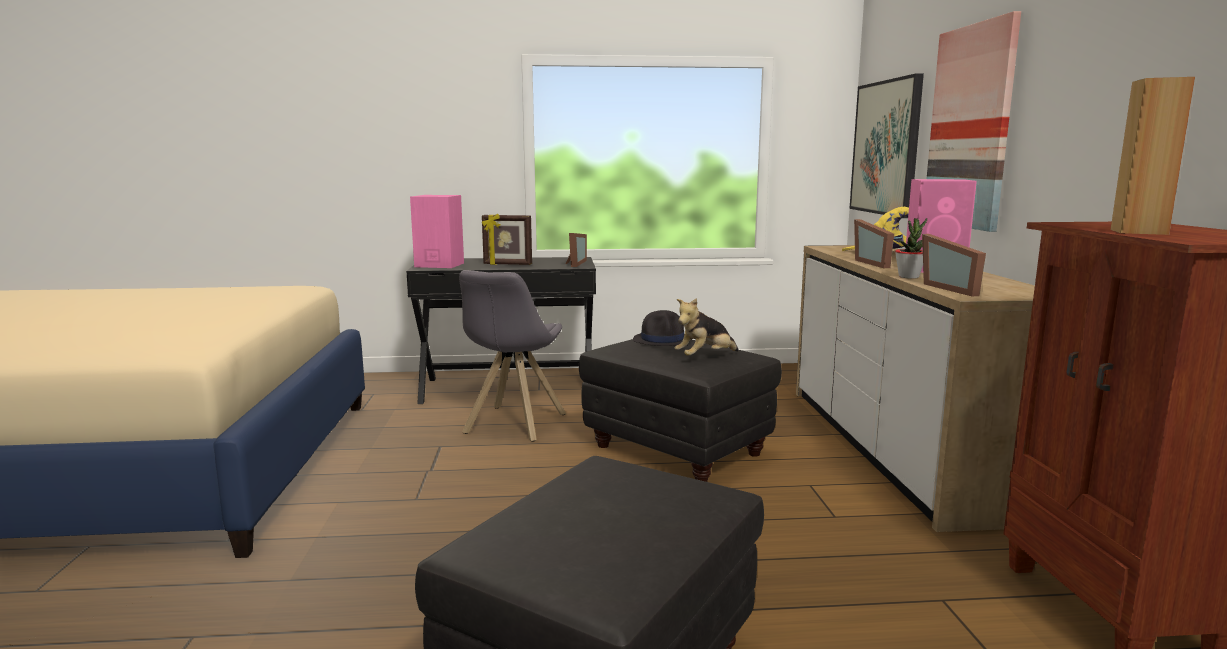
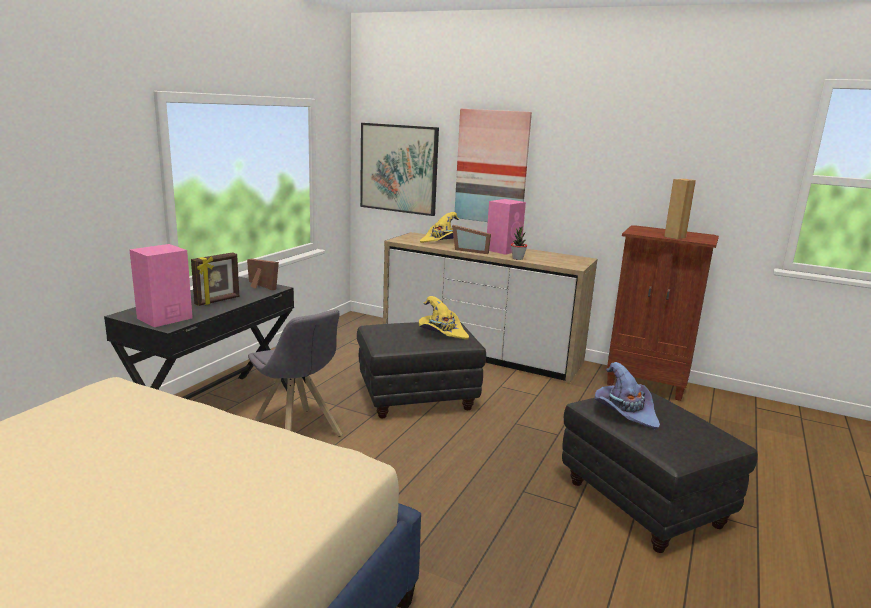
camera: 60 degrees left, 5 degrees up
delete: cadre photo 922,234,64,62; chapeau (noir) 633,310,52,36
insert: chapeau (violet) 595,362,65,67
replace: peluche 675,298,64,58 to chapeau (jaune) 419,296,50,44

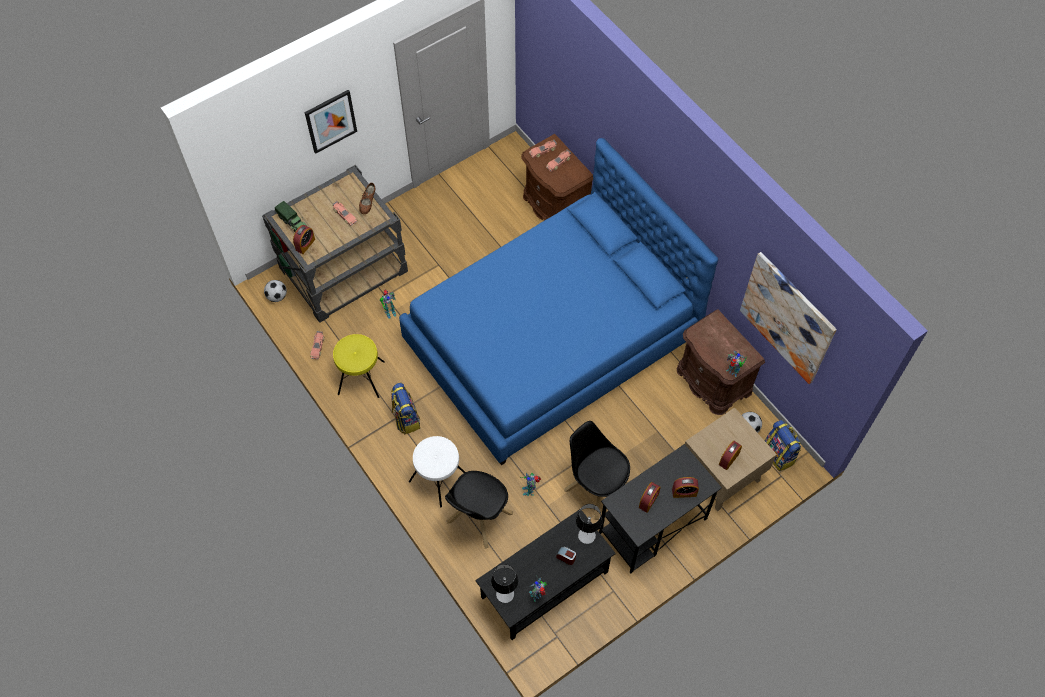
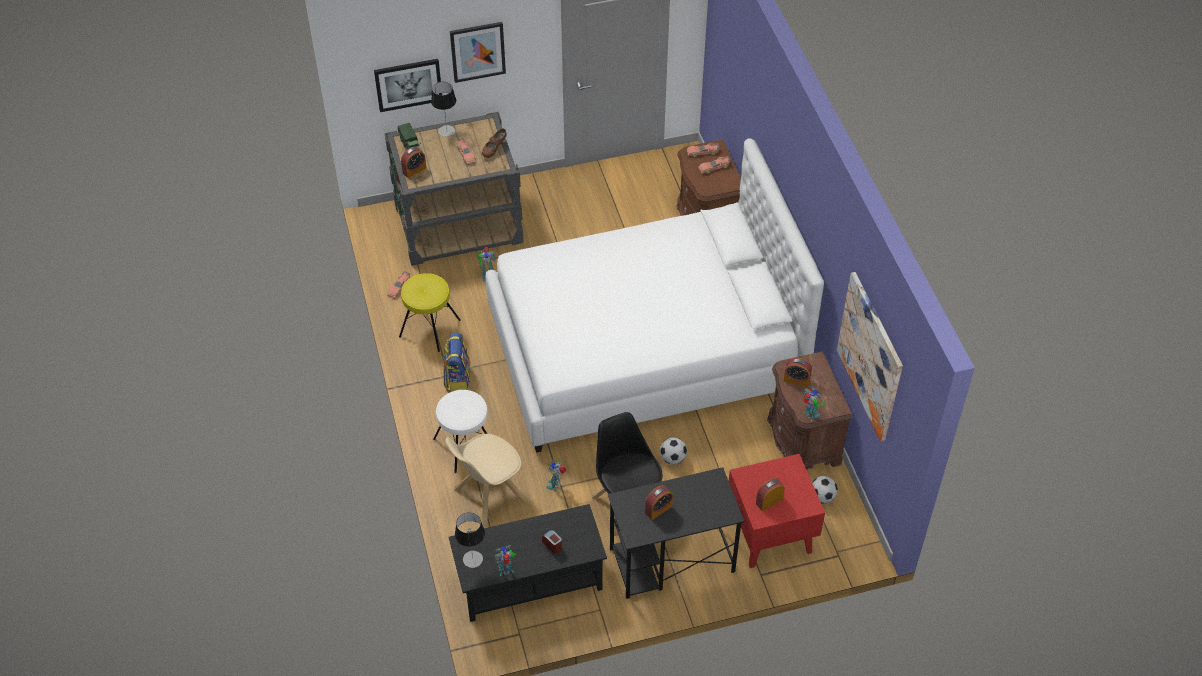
camera: 20 degrees right, 10 degrees down
delete: sac à dos 765,420,37,51
insert: tableau 374,59,68,53
move: ballon de foot 264,280,23,22 to 660,437,27,28; réveil 672,477,27,21 to 784,357,28,30; lampe de table 576,504,26,40 to 431,82,25,55
recolor: lit (bleu) 399,138,319,328 to lit (blanc) 486,138,338,315; table de chevet (beige) 685,408,92,103 to table de chevet (rouge) 729,454,96,114; chaise (noir) 445,471,68,78 to chaise (beige) 446,434,82,92

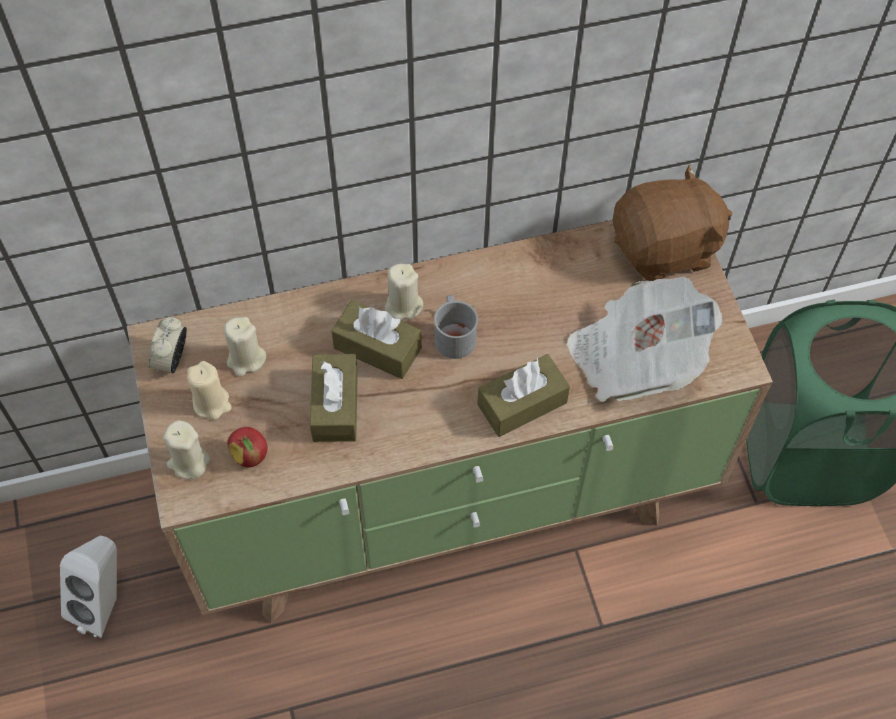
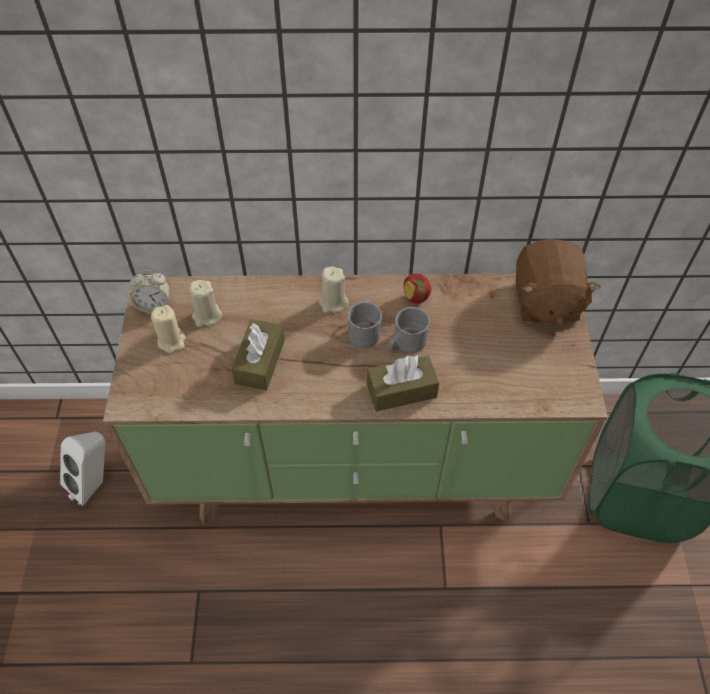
camera: 15 degrees right, 5 degrees down
delete: journal 567,277,156,125; boîte à mouchoirs (marron) 332,300,90,79; bougie (beige) 163,420,47,59
insert: mug (gris) 389,307,41,46
move: pomme 227,427,41,40 to 404,273,27,31
rotate: peluche (marron) 613,165,119,116 = 516,239,85,87 90 degrees clockwise; réveil 148,317,39,57 = 130,270,40,44 120 degrees counterclockwise

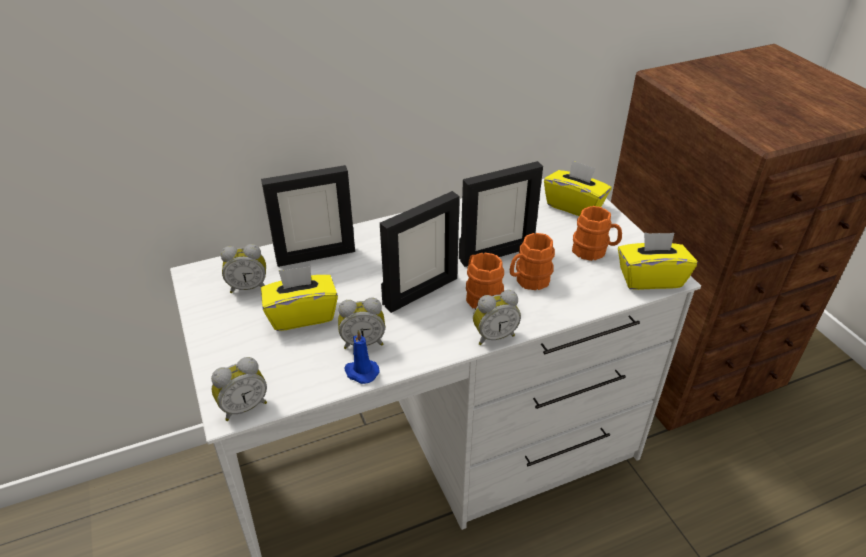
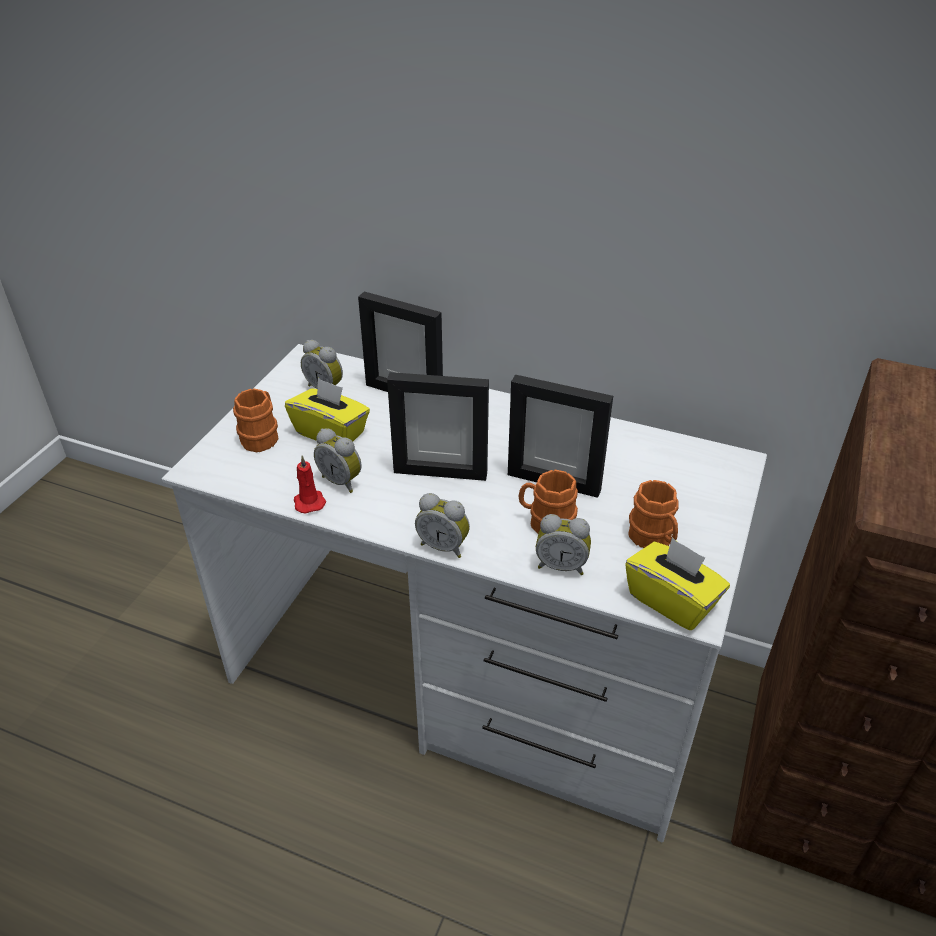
camera: 45 degrees right, 0 degrees up
delete: boîte à mouchoirs (jaune) 544,160,68,56
move: mug (orange) 466,253,38,56 to 233,388,45,64; réveil 211,357,56,64 to 536,514,55,61
recolor: bougie (bleu) 344,330,36,54 to bougie (rouge) 294,455,32,59

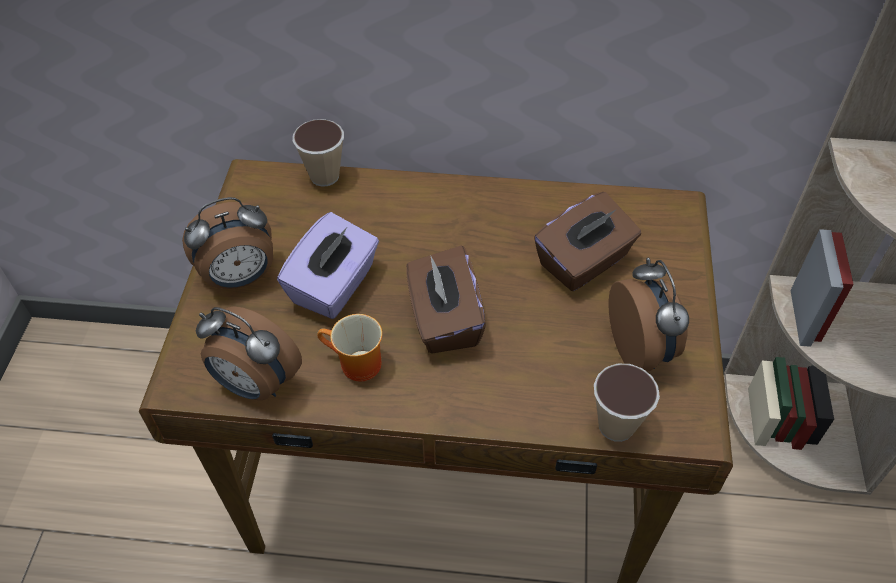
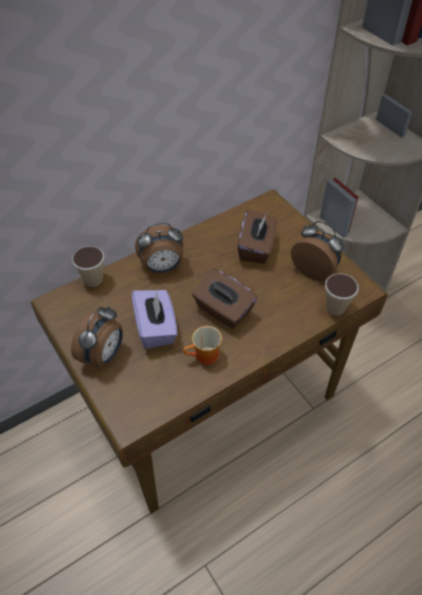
camera: 40 degrees left, 0 degrees up
move: réveil 196,307,106,93 to 135,223,49,50

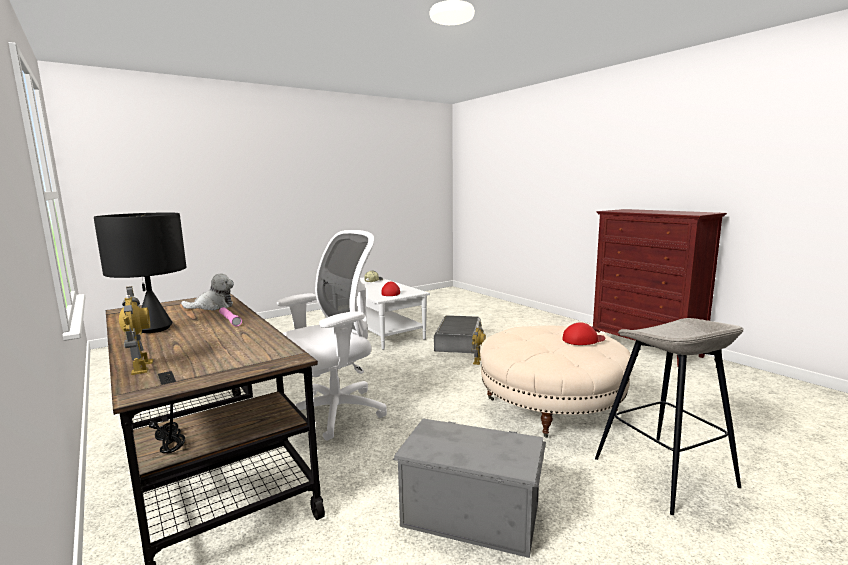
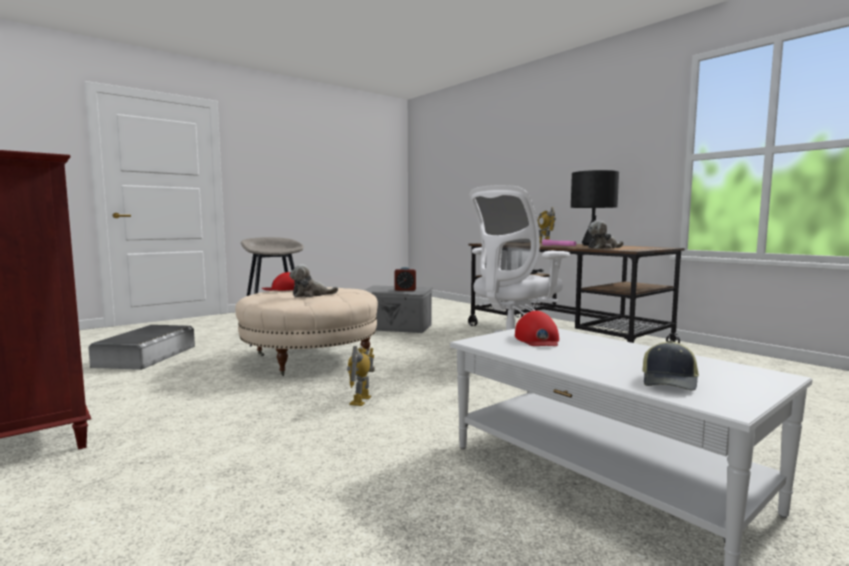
camera: 175 degrees right, 5 degrees down
insert: peluche 289,264,49,33; réveil 395,267,21,24
move: boîte de rangement (gris) 434,315,47,38 to 88,325,107,45

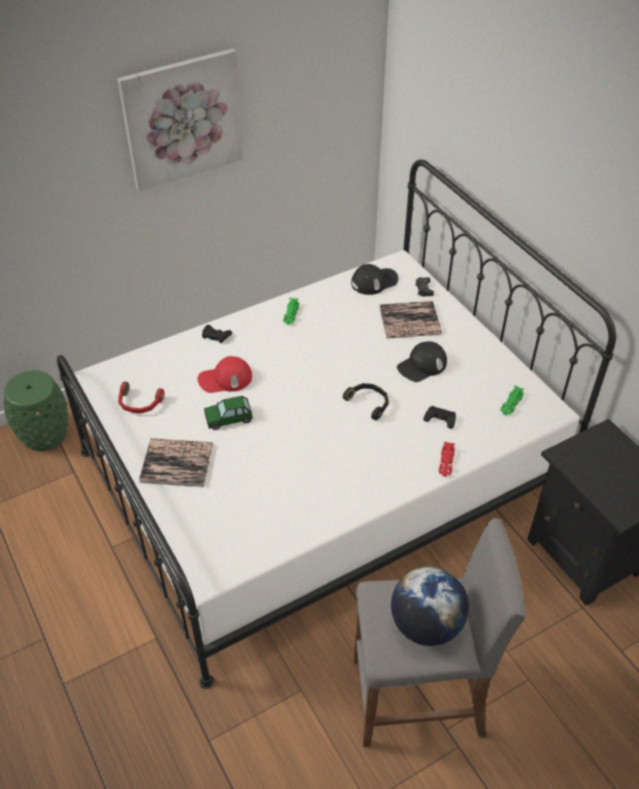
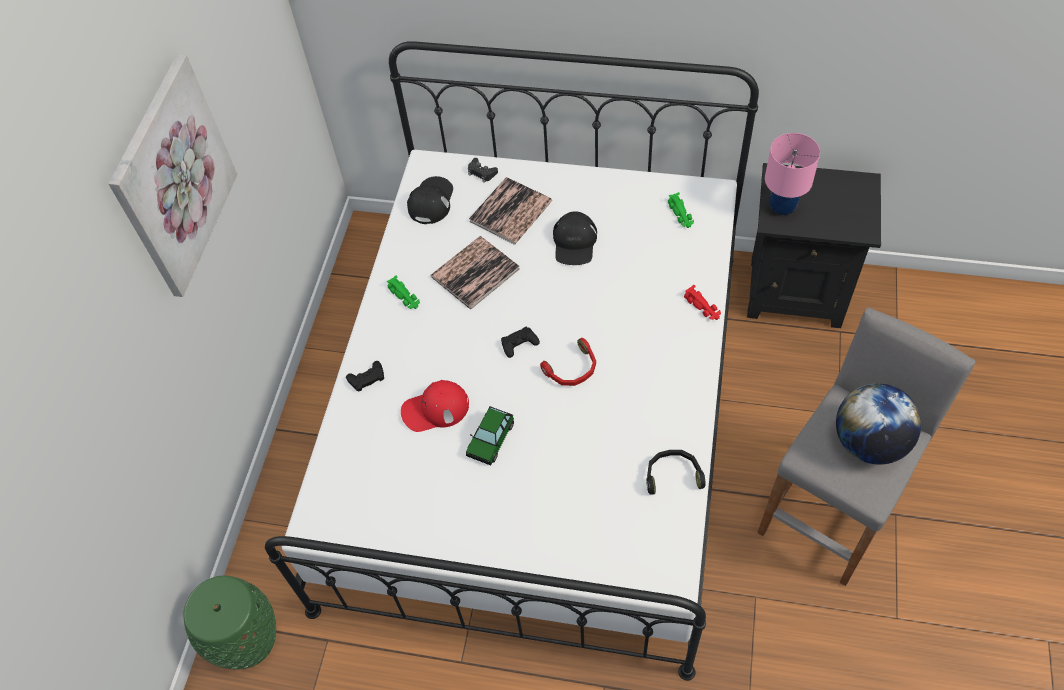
camera: 45 degrees left, 10 degrees up
insert: lampe de table (rose) 765,133,55,82
move: casque audio (rouge) 118,382,46,31 to 540,338,56,48; casque audio (noir) 343,383,46,37 to 646,450,60,45; manette (noir) 423,406,33,23 to 501,327,39,31; livre 139,438,74,49 to 431,236,89,74
rotate: casquette (rouge) 198,356,54,37 = 401,380,68,52 45 degrees clockwise

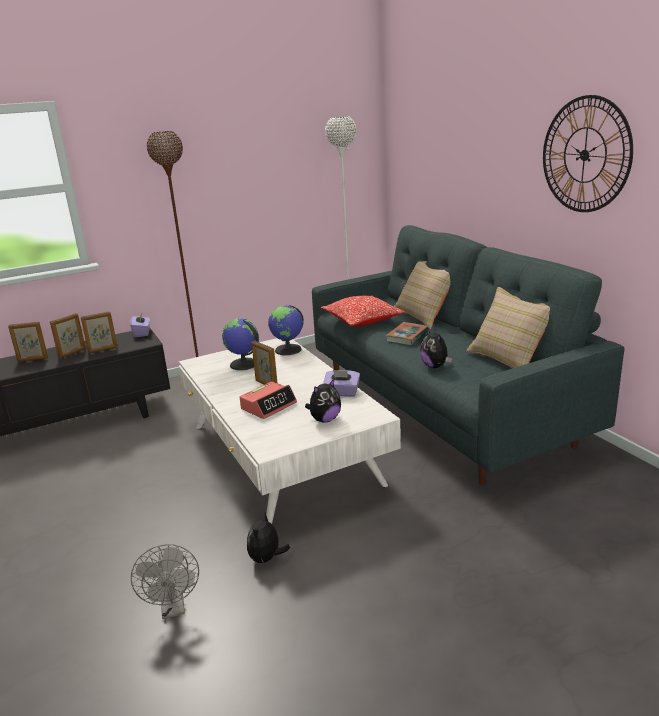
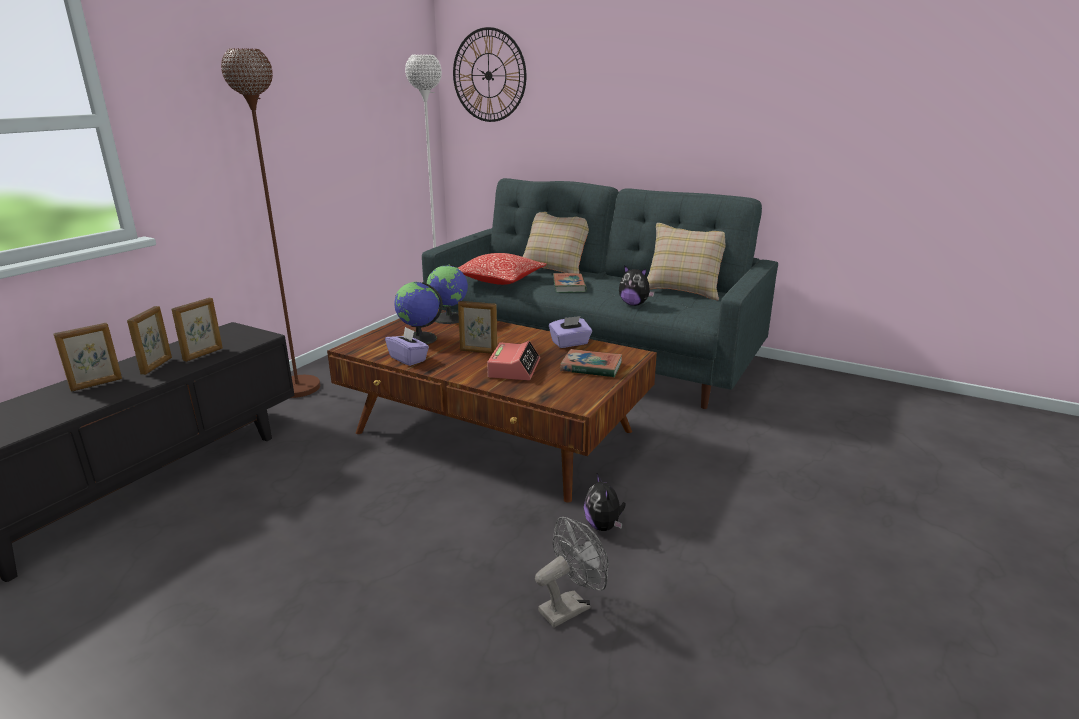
camera: 35 degrees left, 0 degrees up
move: horloge murale 543,95,90,117 to 453,27,73,95; boîte à mouchoirs (violet) 130,313,20,24 to 385,327,44,39
replace: peluche 305,379,36,44 to livre 560,349,62,28
recolor: table basse (blanc) 179,338,222,186 to table basse (marron) 327,309,330,194
rotate: ventilateur (gris) 131,544,68,75 = 535,517,74,110 75 degrees counterclockwise

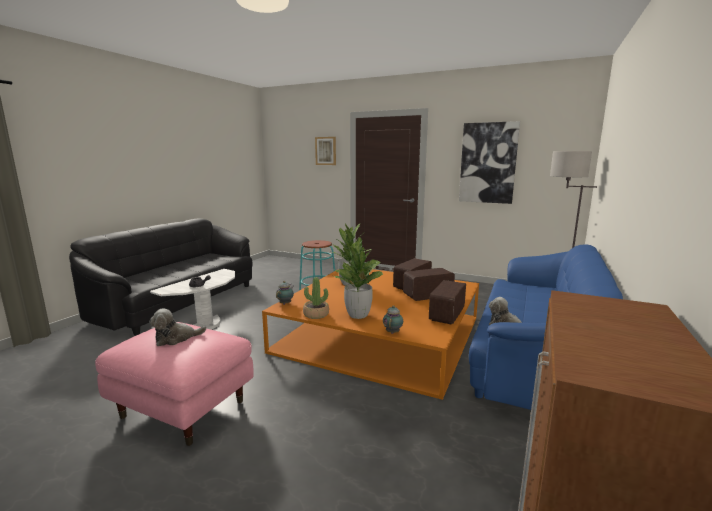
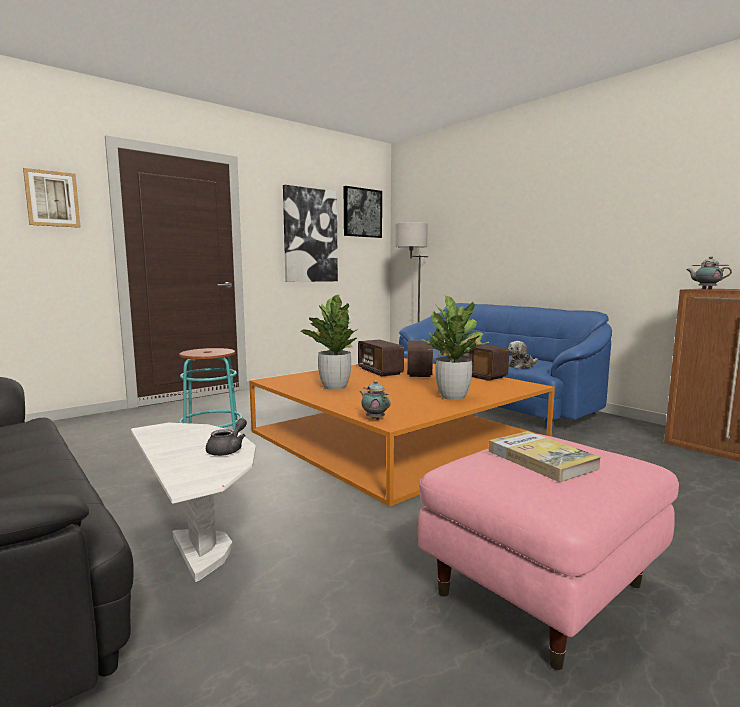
camera: 65 degrees left, 5 degrees down
delete: plante en pot 303,277,26,42
insert: tableau 344,186,38,52
move: théière 383,305,20,29 to 686,256,46,33
replace: peluche 149,309,57,37 to livre 489,431,112,51

